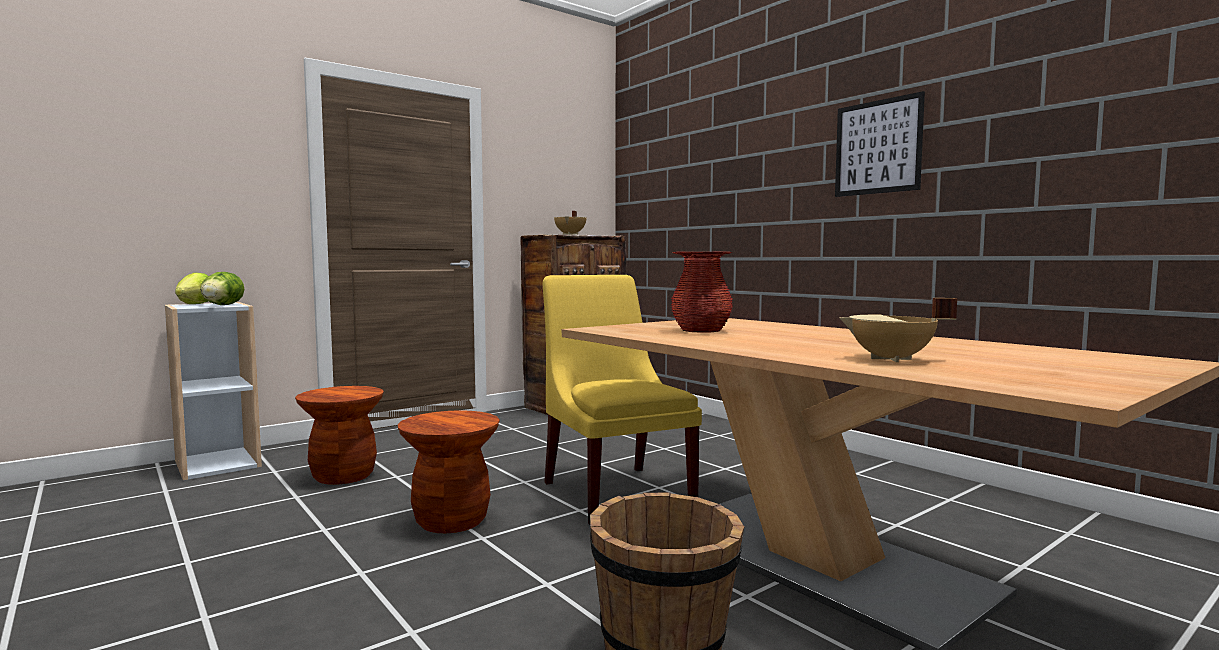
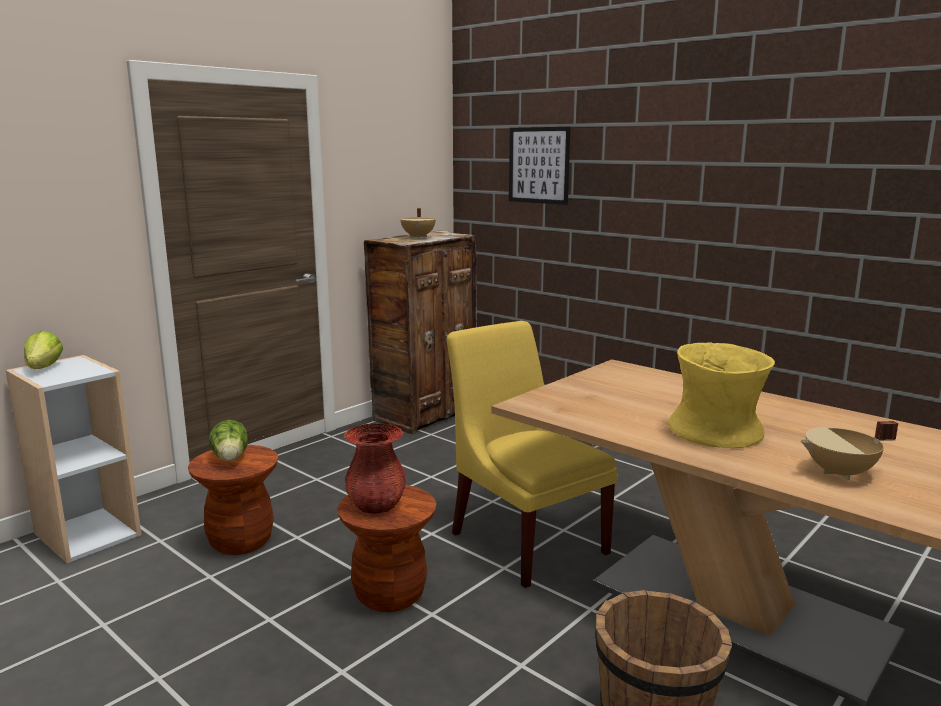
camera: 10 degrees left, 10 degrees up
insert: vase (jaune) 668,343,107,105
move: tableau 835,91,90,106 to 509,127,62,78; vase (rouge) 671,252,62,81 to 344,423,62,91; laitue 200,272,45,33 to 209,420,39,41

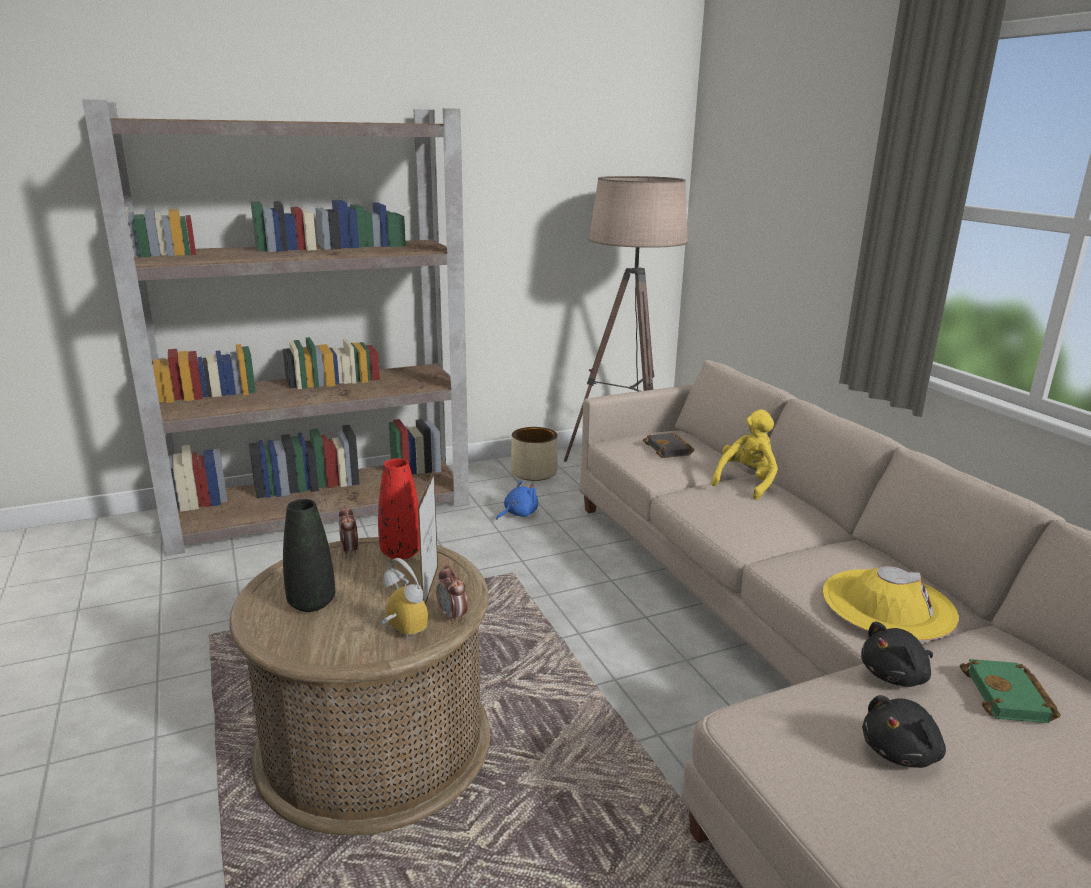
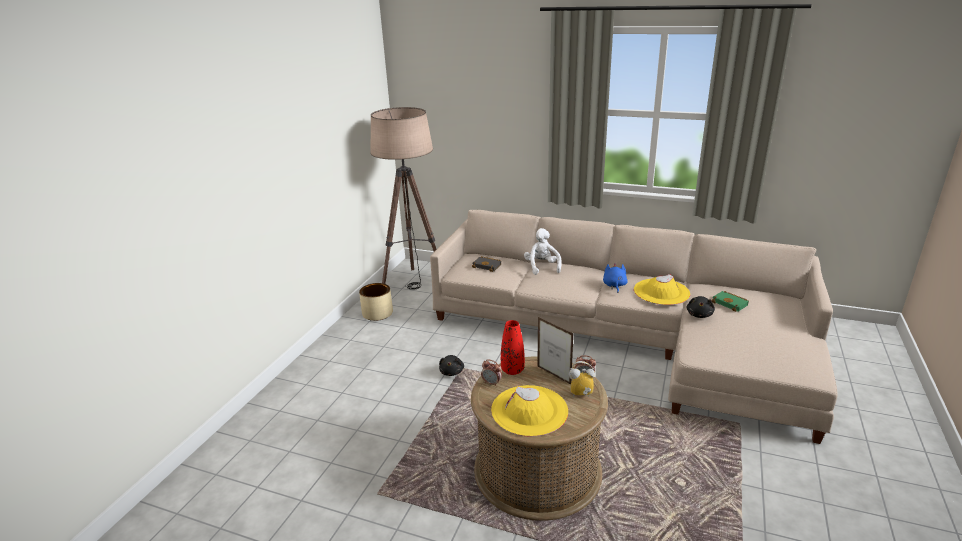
camera: 45 degrees left, 5 degrees up
delete: bibliothèque (marron) 82,99,387,457
move: peluche (bleu) 496,480,42,40 to 603,263,25,30; peluche (noir) 862,695,84,73 to 439,355,25,21
replace: vase (noir) 283,499,52,113 to chapeau (jaune) 491,385,77,52
recolor: peluche (jaune) 711,409,67,91 to peluche (blanc) 524,228,38,47

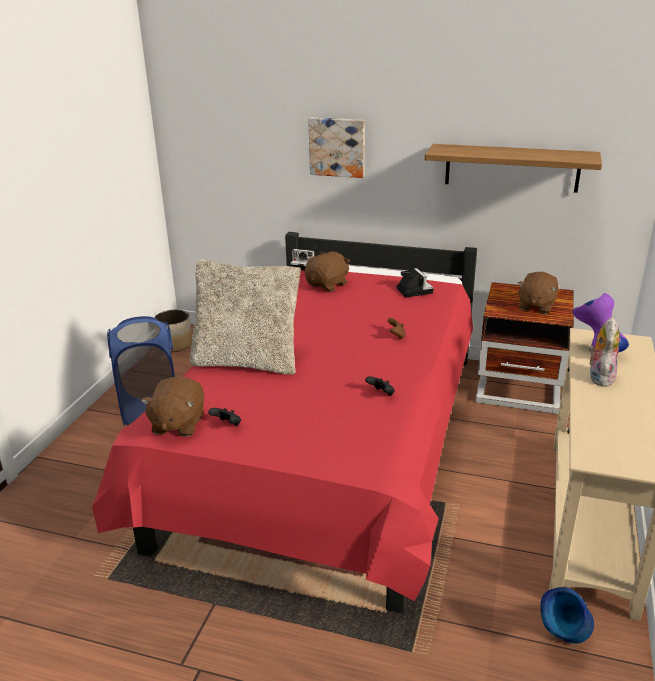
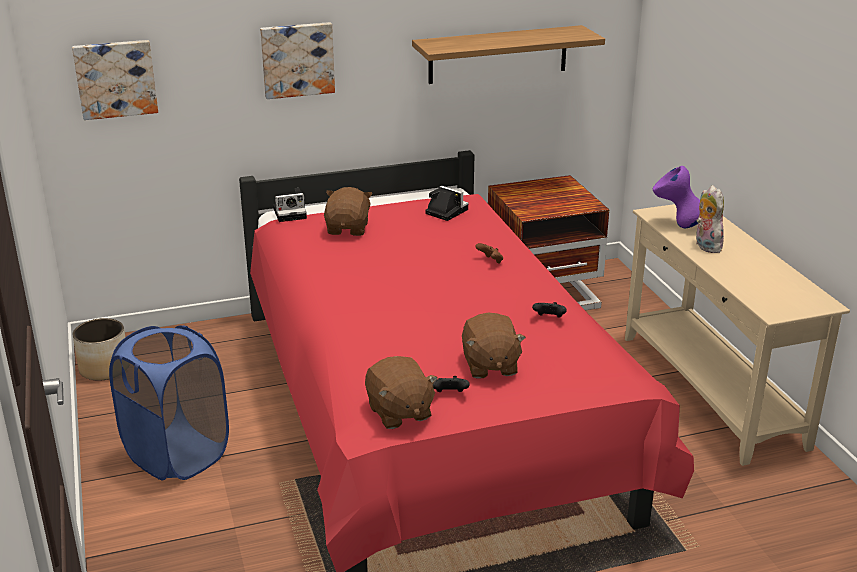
camera: 35 degrees left, 0 degrees up
delete: coussin (beige) 190,259,111,116; vase (bleu) 540,587,54,57
insert: tableau 72,40,86,80
move: peluche (marron) 517,272,42,42 to 462,313,64,66

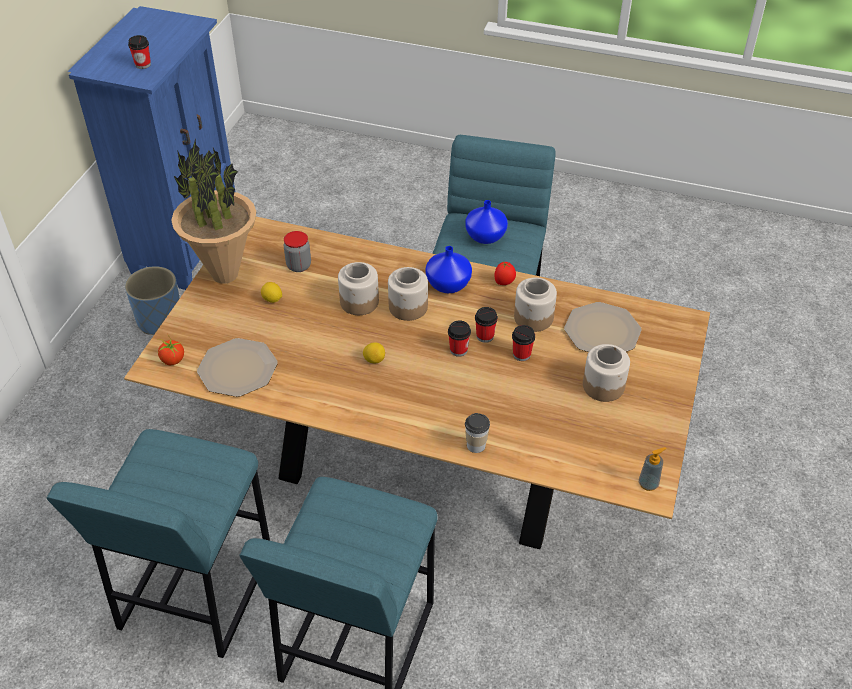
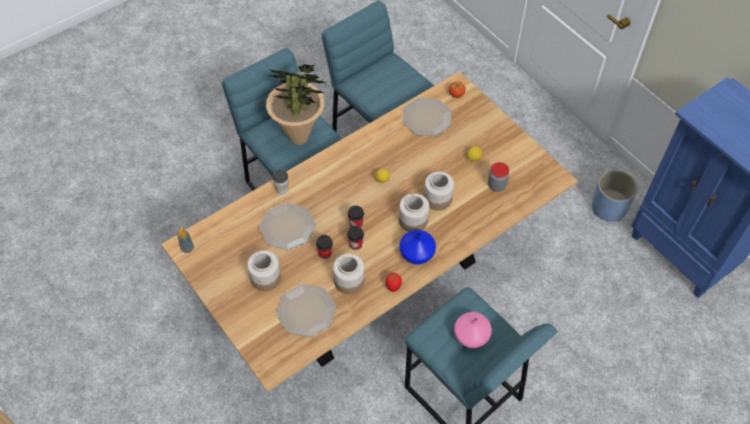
camera: 125 degrees right, 10 degrees up
delete: tasse 128,35,23,34
insert: assiette 259,203,57,47
move: plante en pot 171,138,85,146 to 266,64,60,81
recolor: vase (bleu) 465,200,43,44 to vase (rose) 454,312,38,36

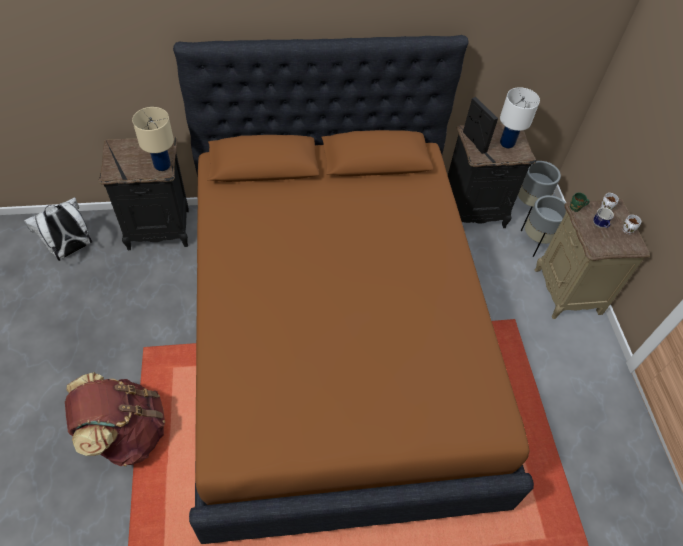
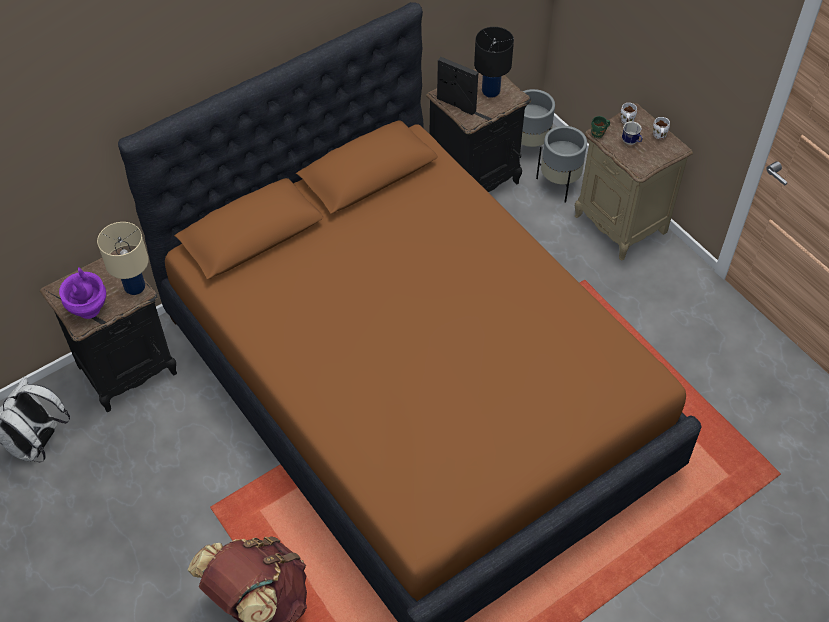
camera: 25 degrees left, 0 degrees up
insert: vase (violet) 59,267,47,52
recolor: lampe de table (blanc) 500,87,40,61 to lampe de table (noir) 474,27,40,71

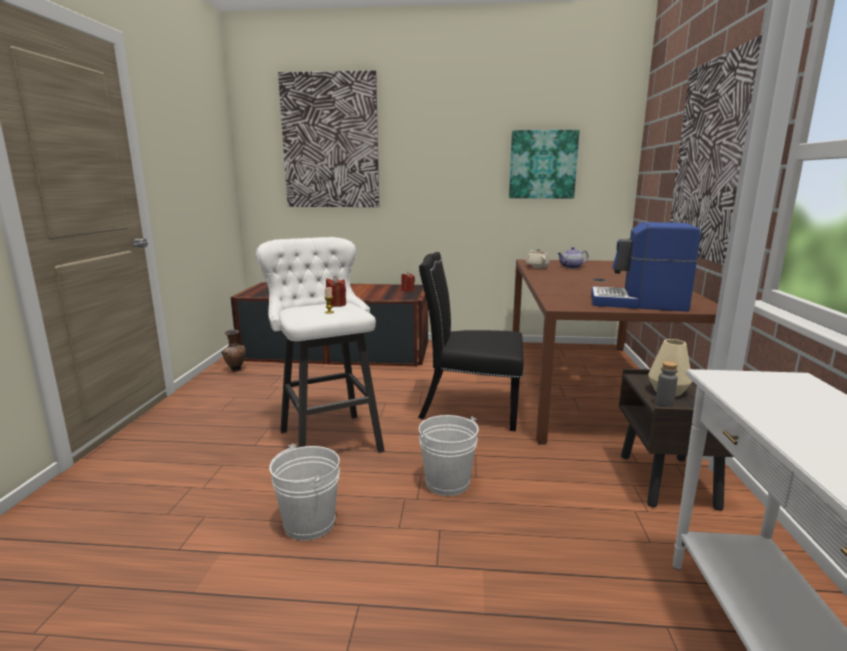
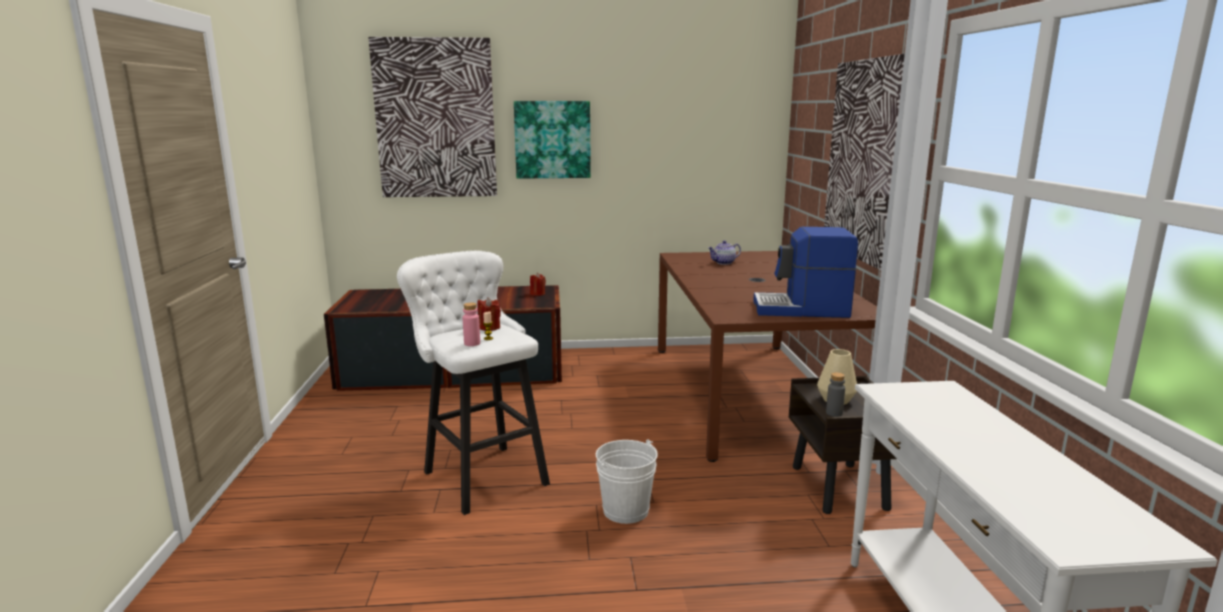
camera: 10 degrees left, 0 degrees up
delete: théière (beige) 525,249,25,19; chaise (noir) 418,252,105,179; vase (marron) 222,330,23,41; seau (blanc) 269,444,71,97
insert: bouteille (rose) 463,302,17,44
move: tableau 509,130,71,68 to 514,101,77,78

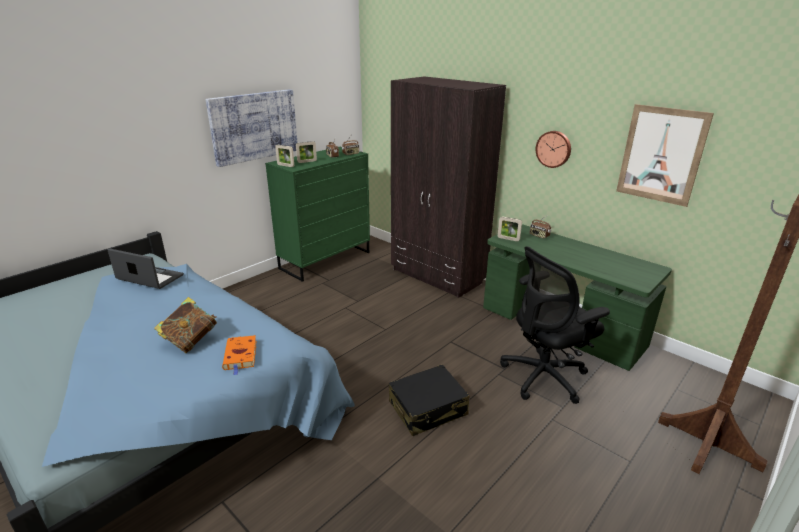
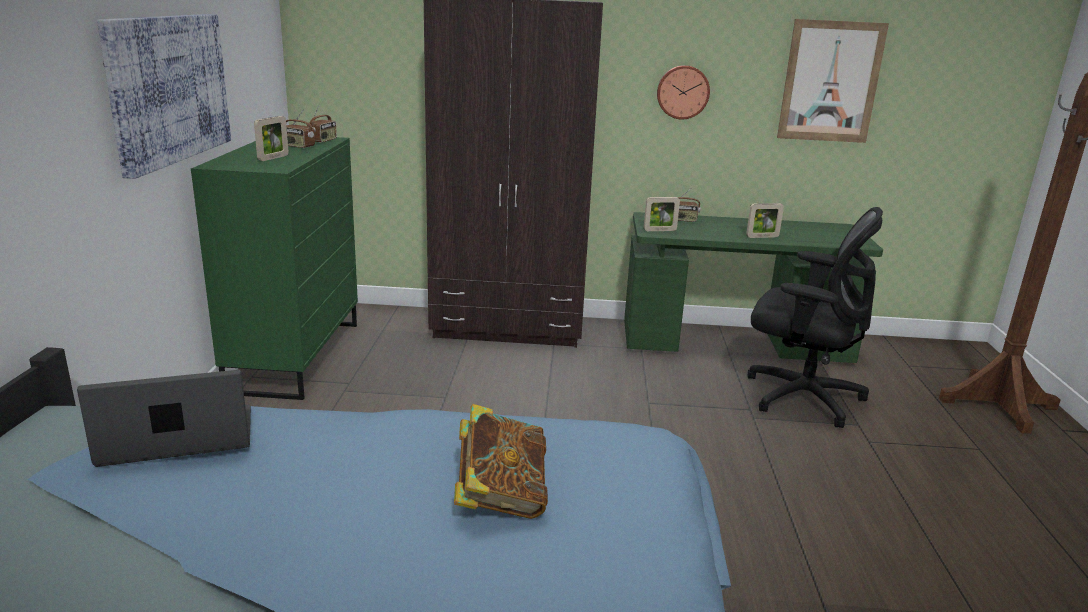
camera: 40 degrees left, 5 degrees down
delete: livre (orange) 222,335,34,40; valise (noir) 389,365,80,71
move: cadre photo 275,145,19,22 to 746,203,38,35
rotate: chaise de bureau (noir) 500,246,110,158 = 748,207,135,221 90 degrees counterclockwise

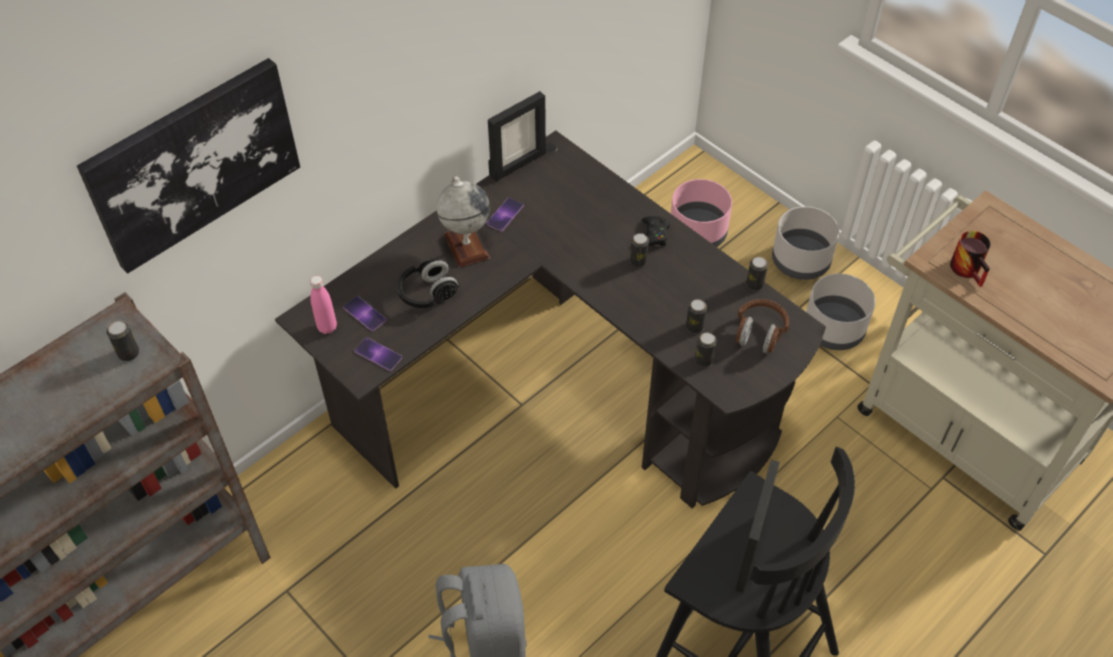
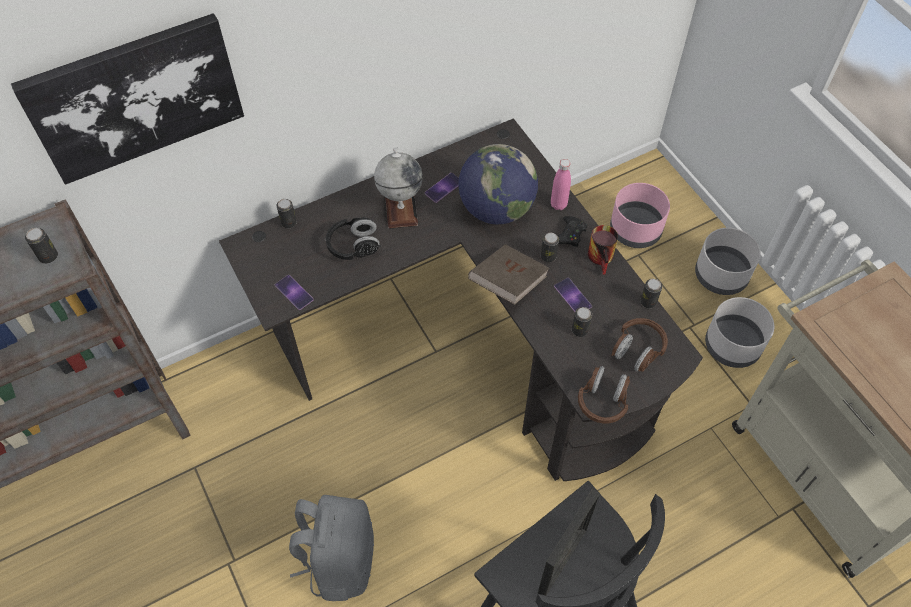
camera: 15 degrees right, 5 degrees up
delete: cadre photo 488,91,58,90
insert: globe 458,144,80,80; livre (marron) 468,244,82,61; casque audio (marron) 578,366,52,57
move: mug 950,231,41,56 to 588,225,30,49; bouteille (rose) 310,276,27,58 to 551,159,20,51; téléphone 343,296,44,35 to 554,278,38,34; boîte métallique 695,333,22,34 to 277,199,20,29

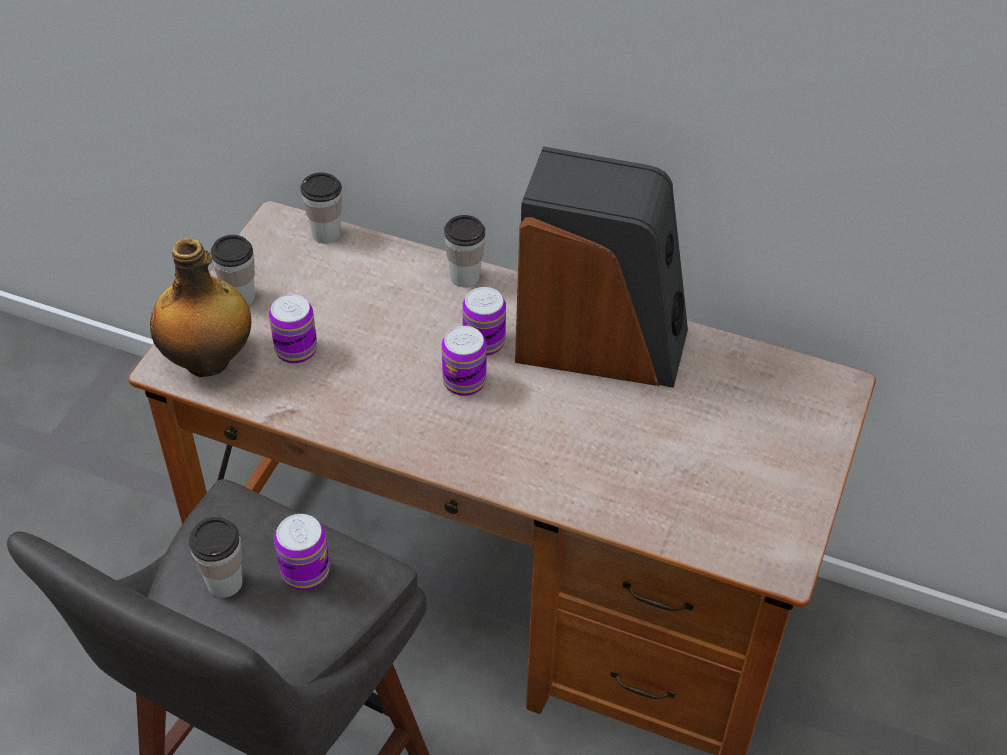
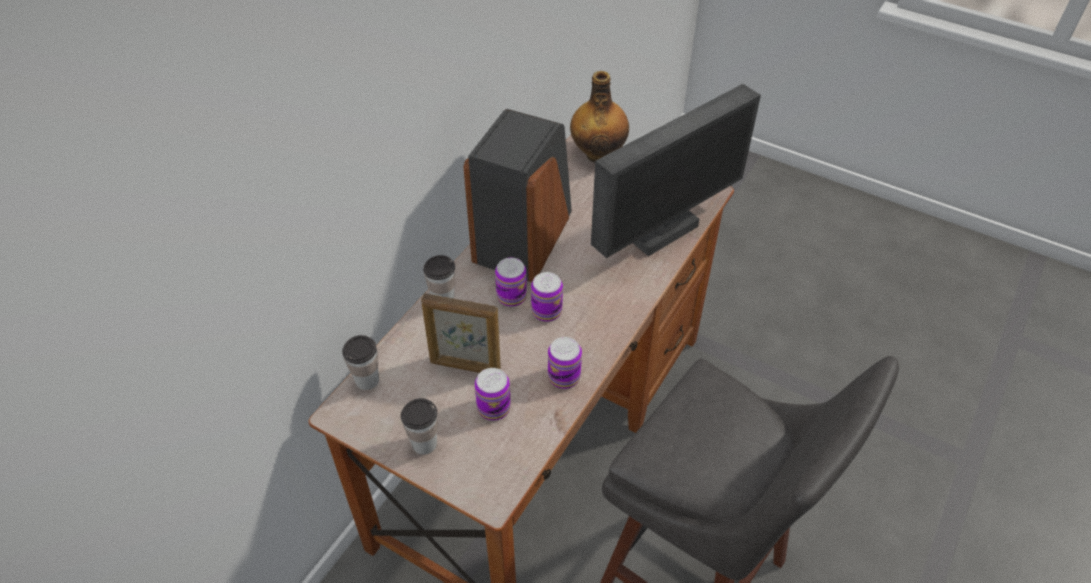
camera: 80 degrees left, 0 degrees up
delete: tasse 189,517,54,81
insert: écran d'ordinateur 591,84,170,174; cadre photo 421,293,80,80
move: bouteille 150,238,101,139 to 570,71,59,92; boîte métallique 274,514,56,76 to 548,337,34,52

